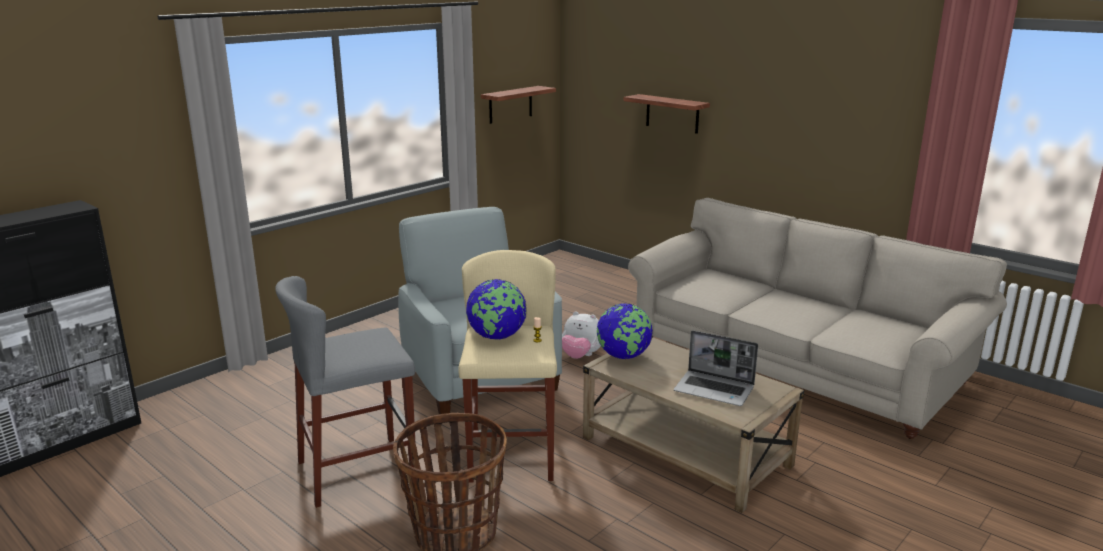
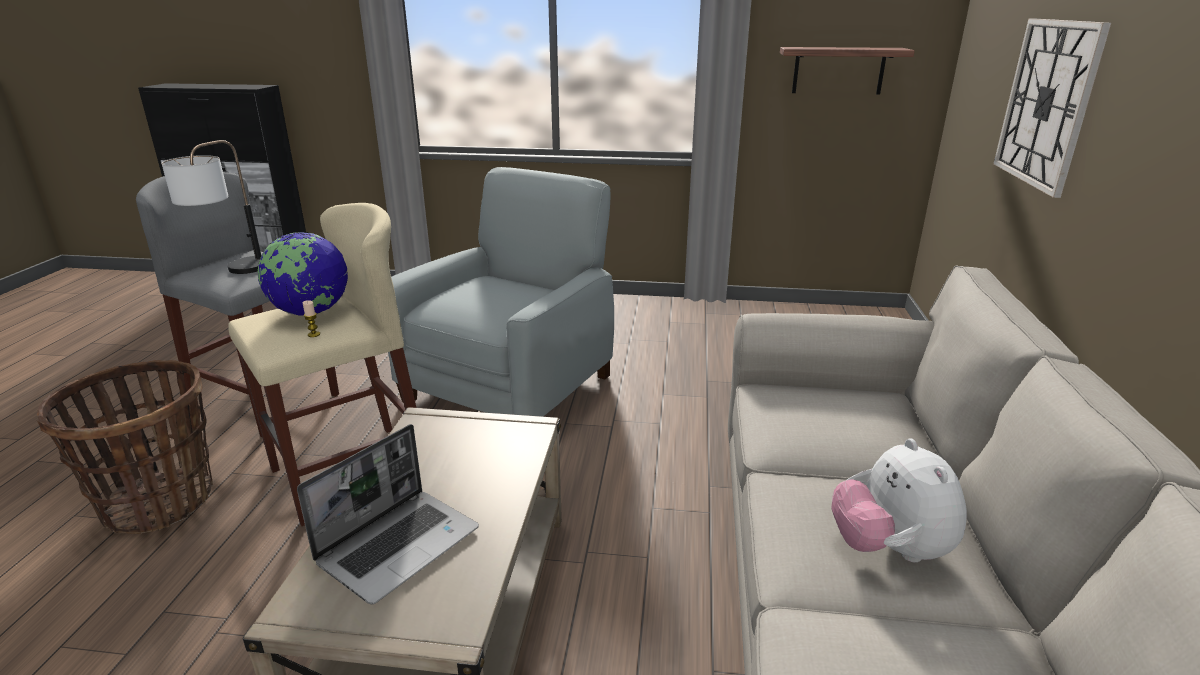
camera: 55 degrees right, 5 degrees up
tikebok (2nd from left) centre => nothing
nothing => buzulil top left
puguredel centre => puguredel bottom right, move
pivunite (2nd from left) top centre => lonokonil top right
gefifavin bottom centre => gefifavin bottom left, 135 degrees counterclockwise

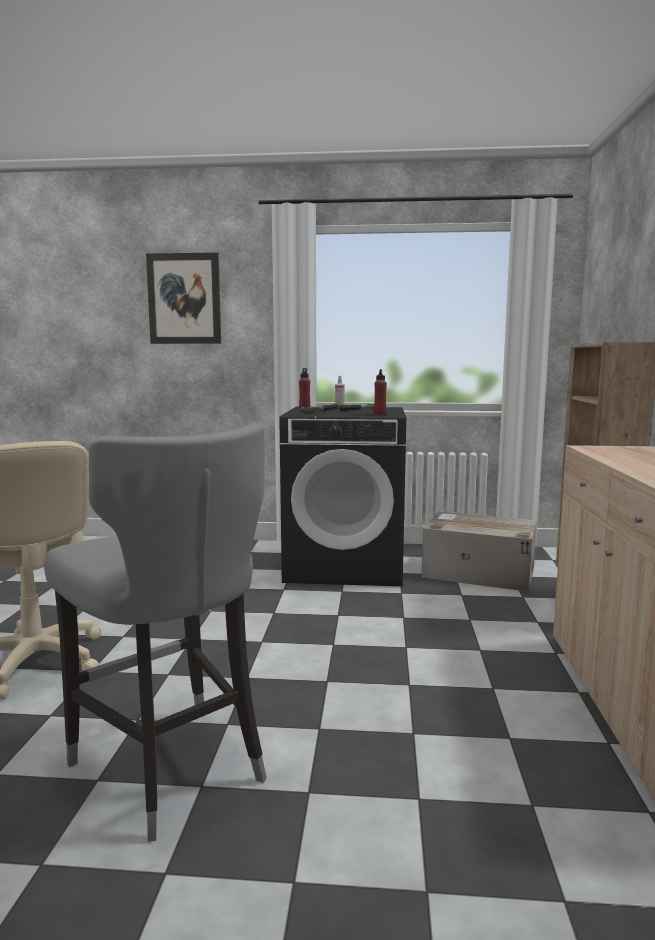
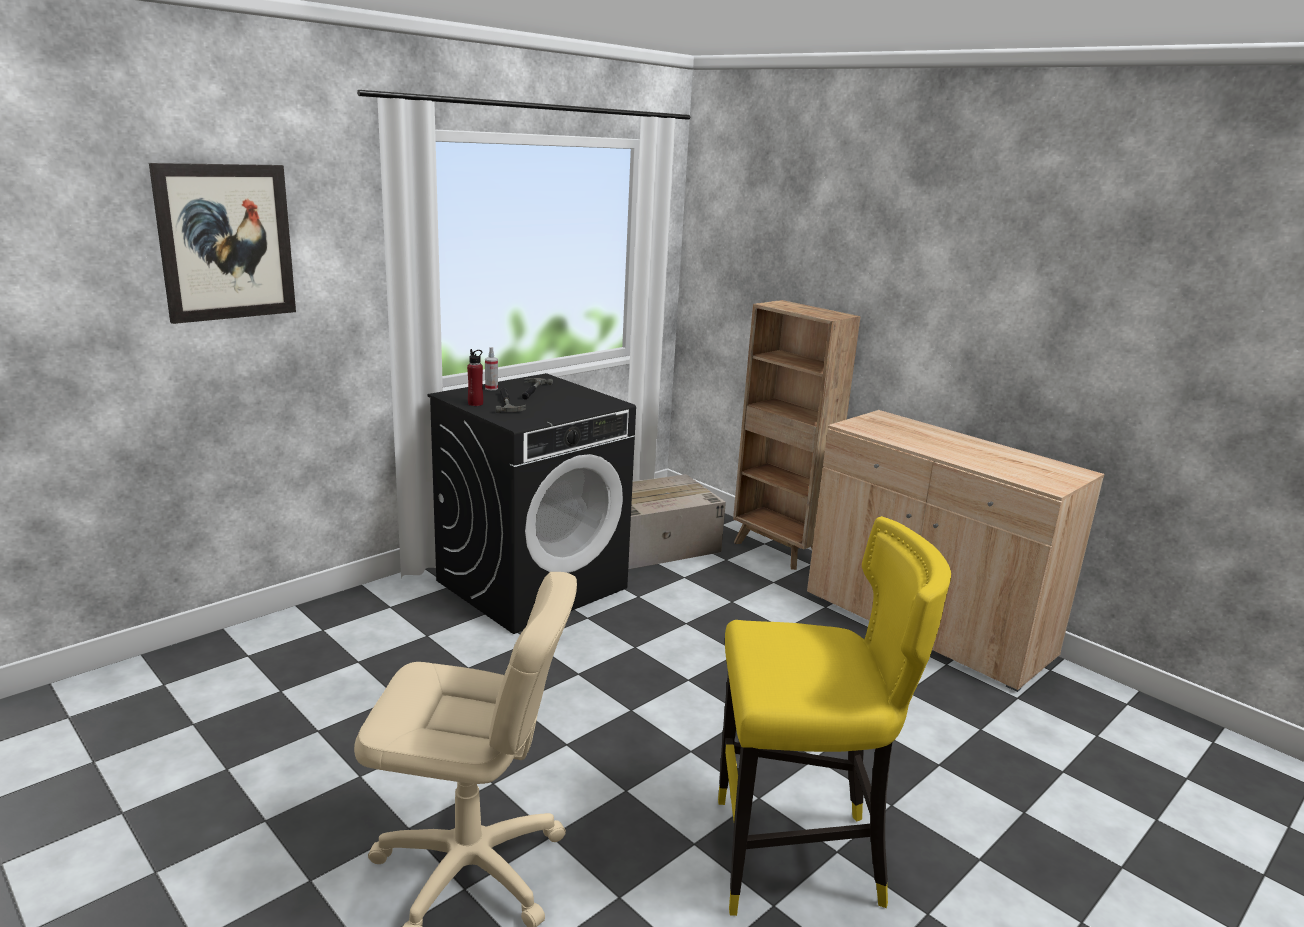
camera: 50 degrees left, 10 degrees up
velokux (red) (2nd from left) centre => nothing
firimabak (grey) bottom left => firimabak (yellow) bottom centre

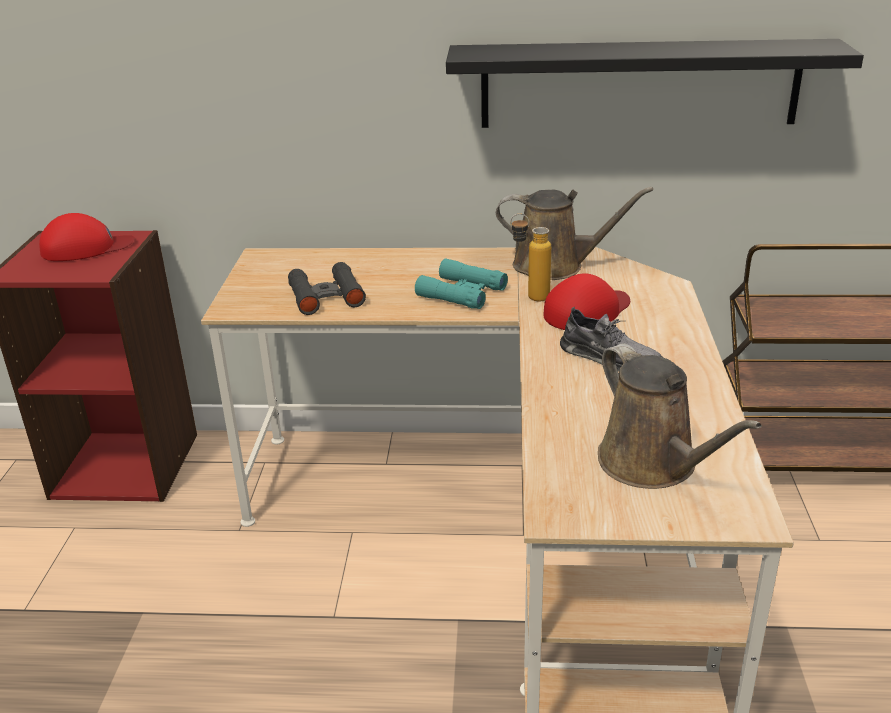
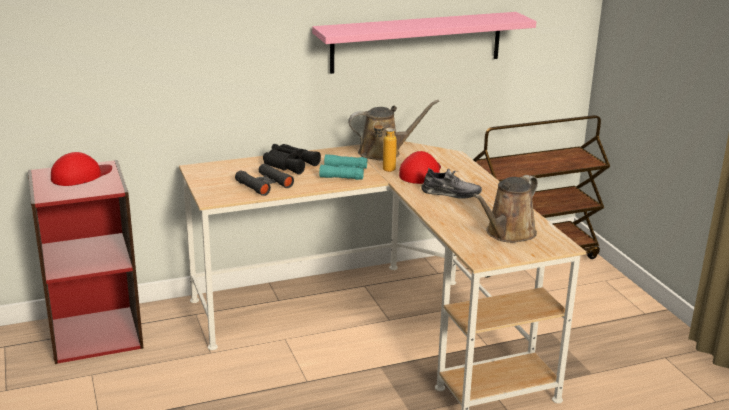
camera: 25 degrees left, 5 degrees down
nothing => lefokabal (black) (2nd from left) centre
pivunite (black) top right => pivunite (pink) top centre
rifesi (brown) (2nd from left) middle right, 90 degrees clockwise

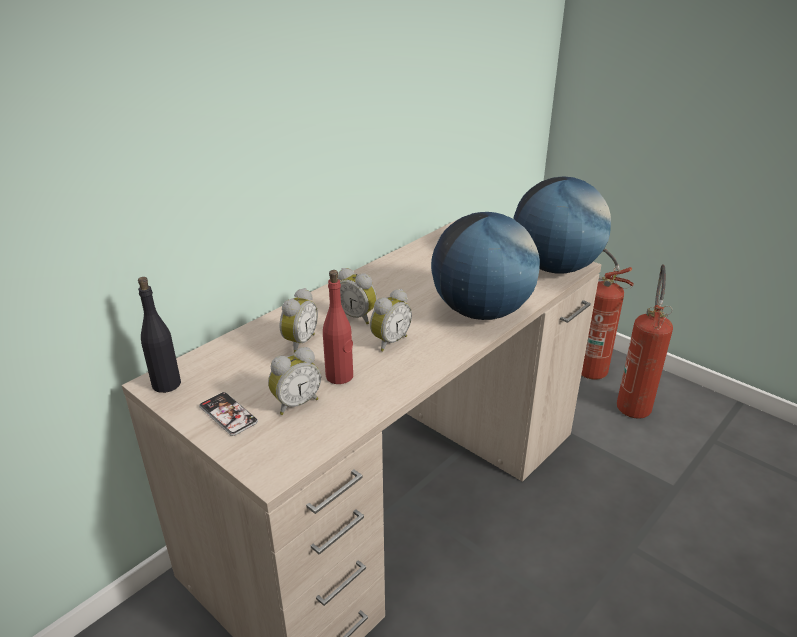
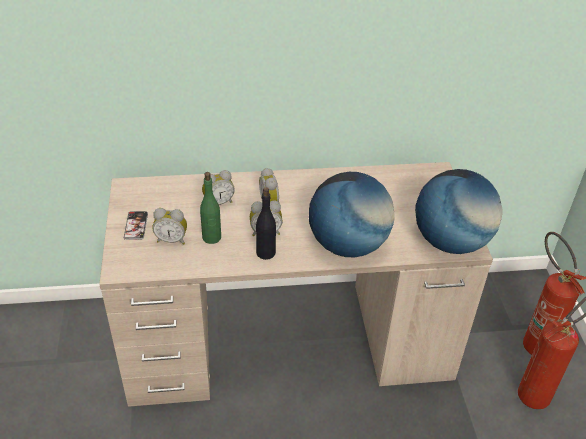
camera: 40 degrees right, 10 degrees up
velokux (black) middle left => velokux (black) centre, move
velokux (red) centre => velokux (green) centre

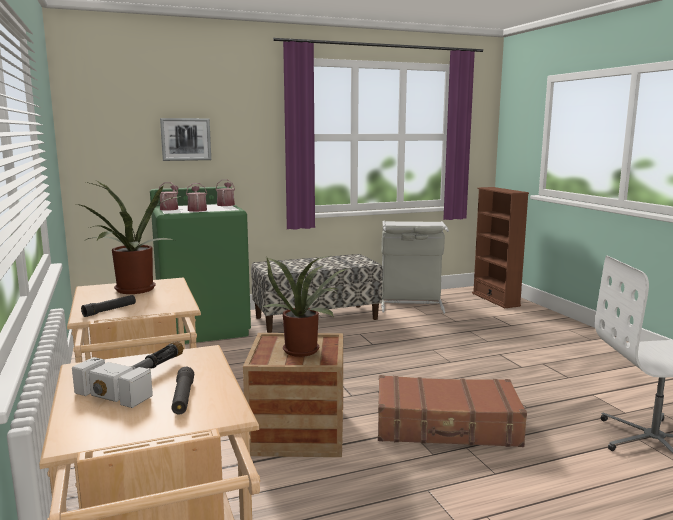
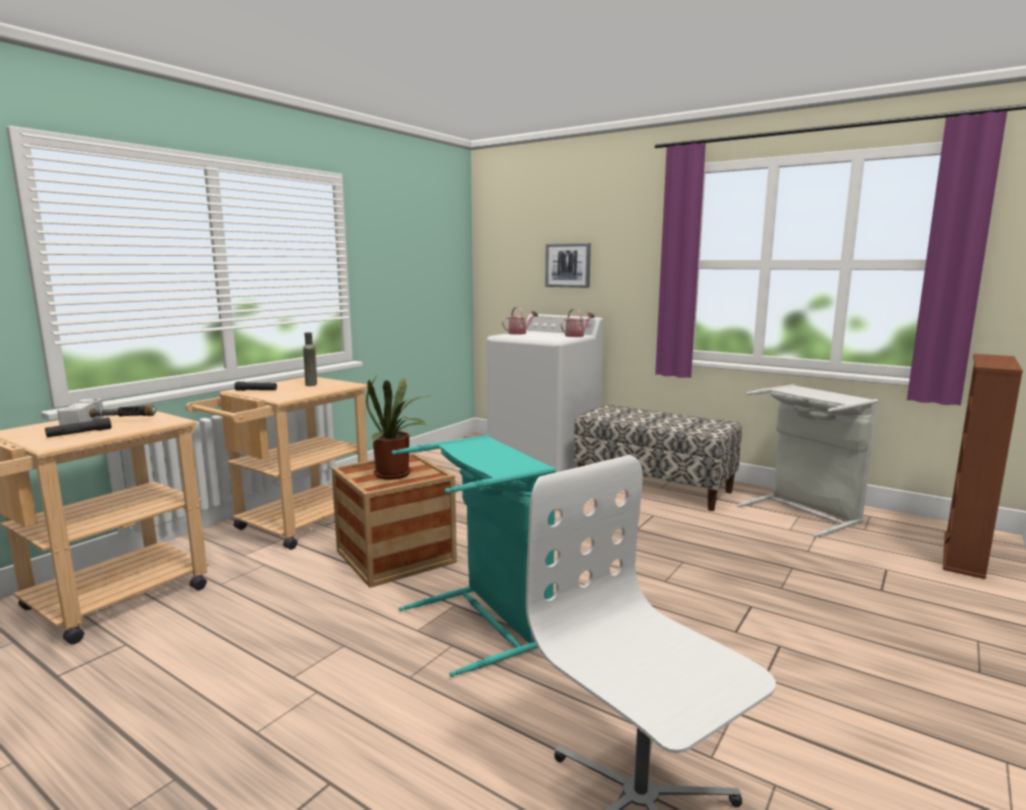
camera: 55 degrees right, 0 degrees up
rifesi (2nd from left) middle left => nothing
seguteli (1st from left) middle left => velokux (brown) middle left
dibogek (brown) bottom right => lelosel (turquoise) bottom centre
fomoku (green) middle left => fomoku (white) centre

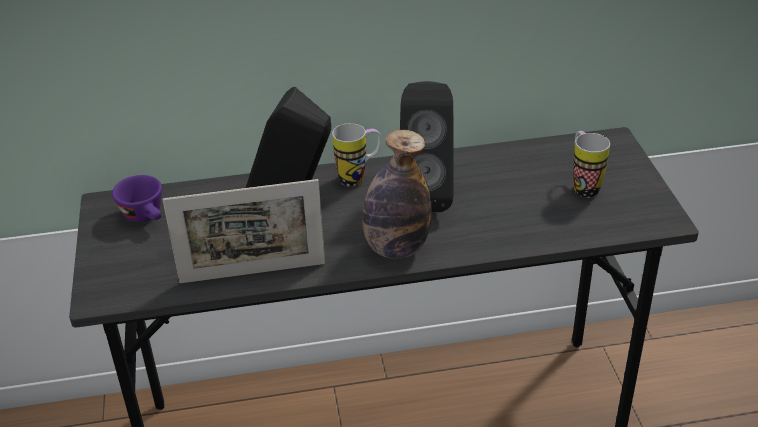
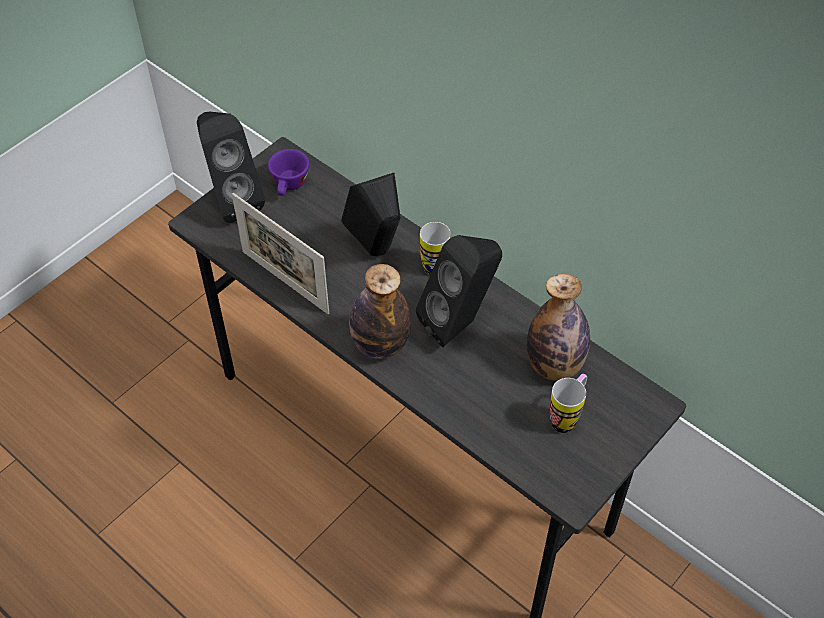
camera: 50 degrees right, 15 degrees up
nothing => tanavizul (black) (1st from left) top left
nothing => velokux (2nd from left) middle right

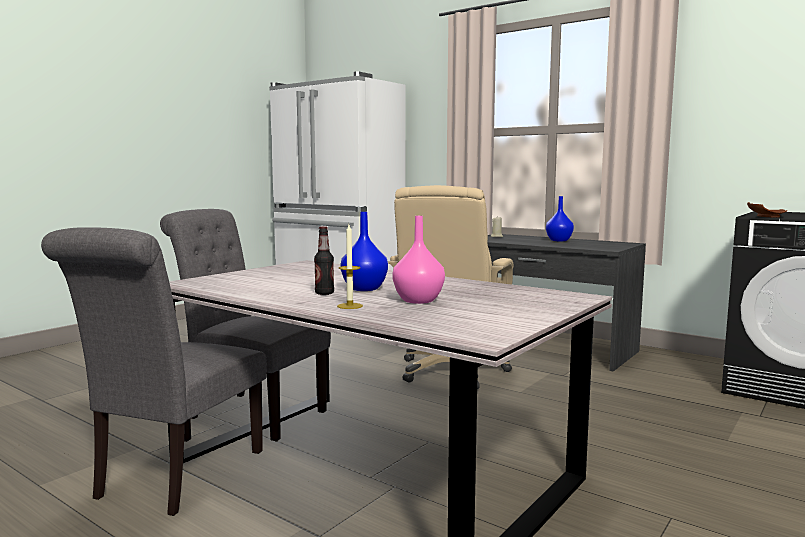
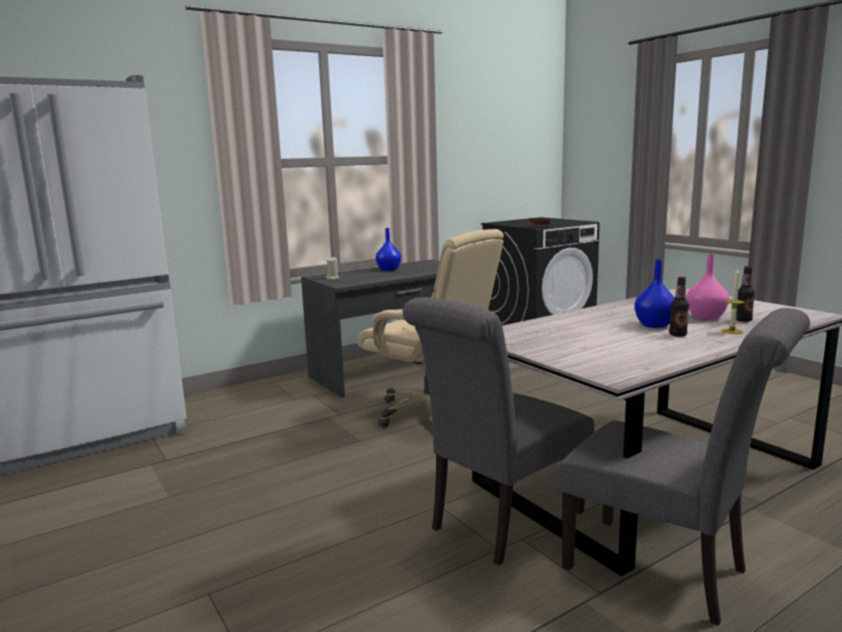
camera: 70 degrees left, 5 degrees up
nothing => velokux (2nd from left) middle right

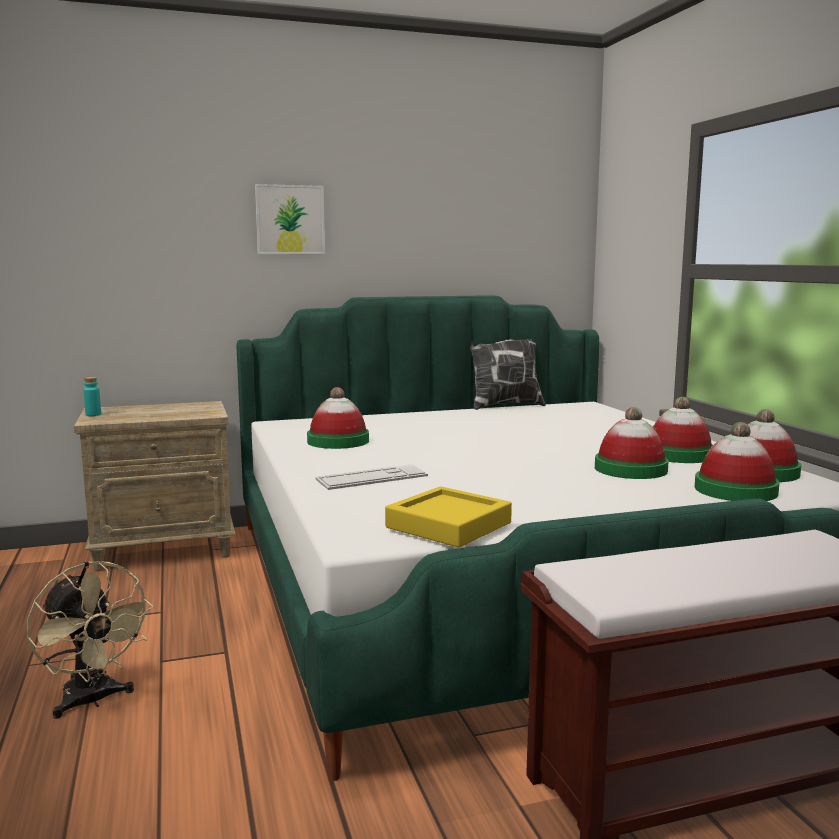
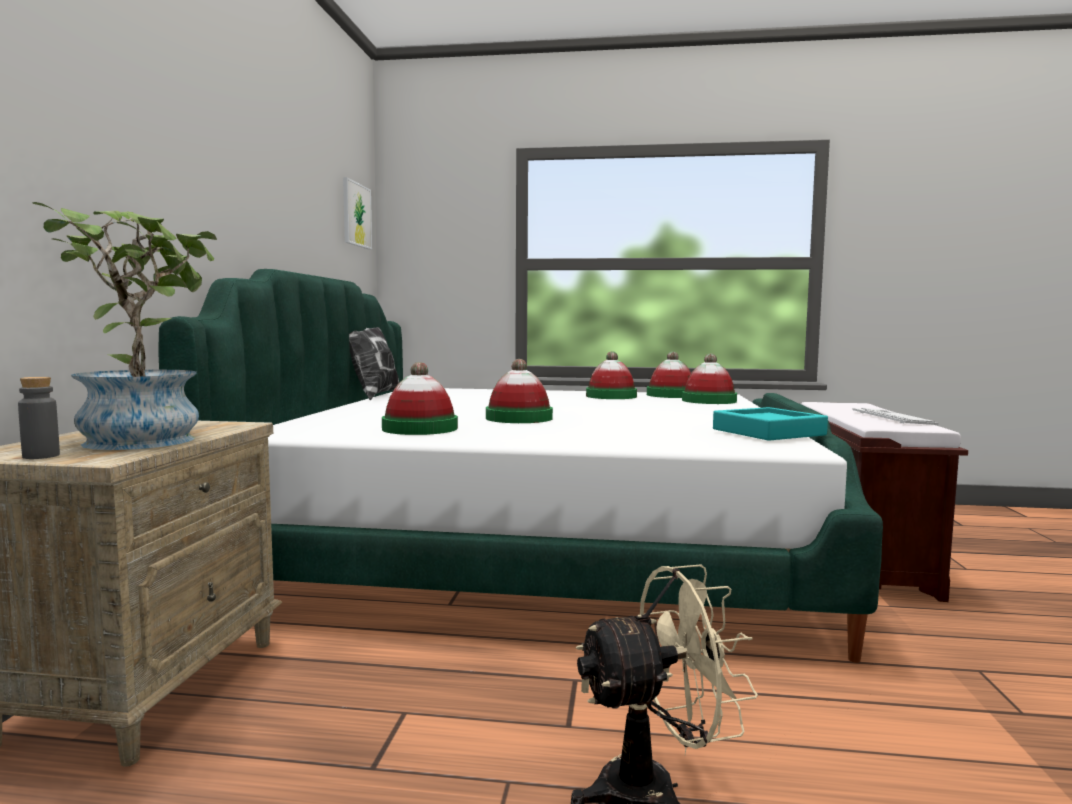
camera: 65 degrees left, 5 degrees down
nothing => seguteli middle left
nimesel top centre => nimesel top left, move
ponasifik centre => ponasifik middle right, move
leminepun (2nd from left) middle right => leminepun (2nd from left) centre, move
velokux (turquoise) middle left => velokux (grey) middle left
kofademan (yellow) centre => kofademan (turquoise) middle right

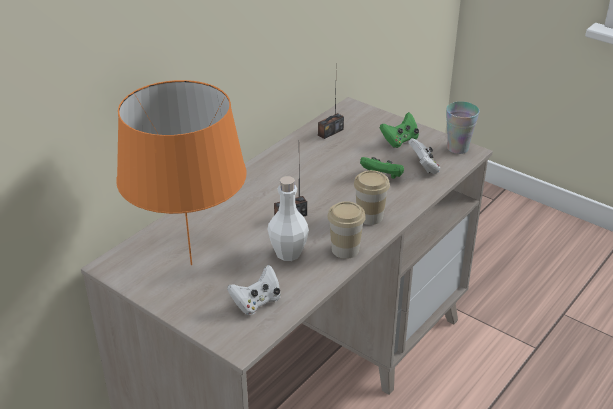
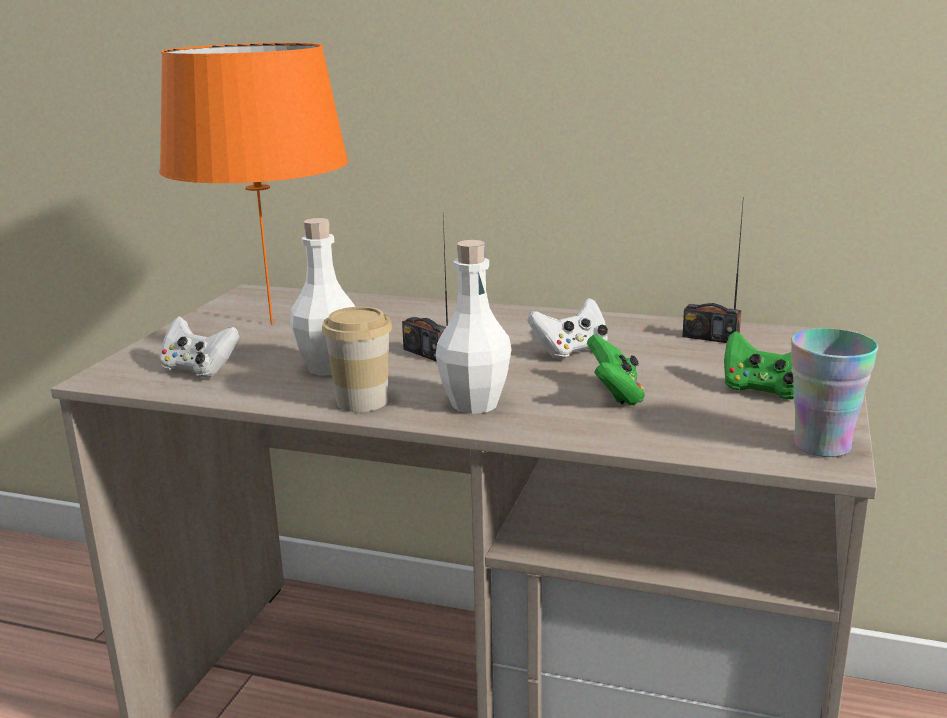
camera: 70 degrees right, 15 degrees down
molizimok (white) (2nd from left) middle right => molizimok (white) (2nd from left) centre, move
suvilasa (2nd from left) centre => velokux (white) (2nd from left) centre

